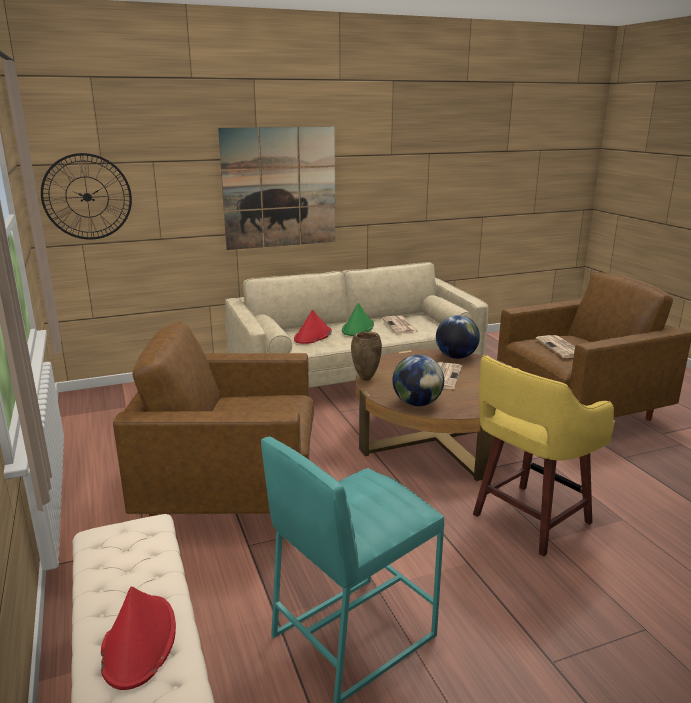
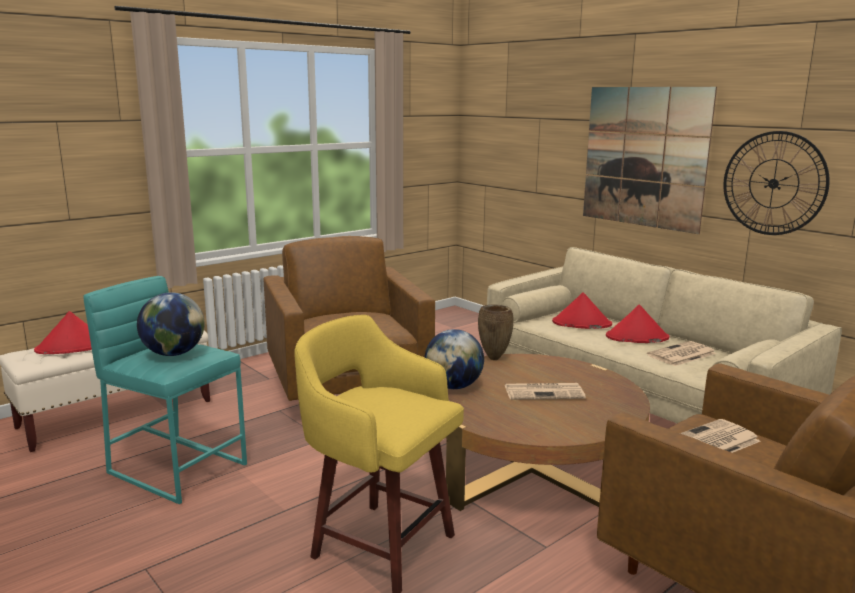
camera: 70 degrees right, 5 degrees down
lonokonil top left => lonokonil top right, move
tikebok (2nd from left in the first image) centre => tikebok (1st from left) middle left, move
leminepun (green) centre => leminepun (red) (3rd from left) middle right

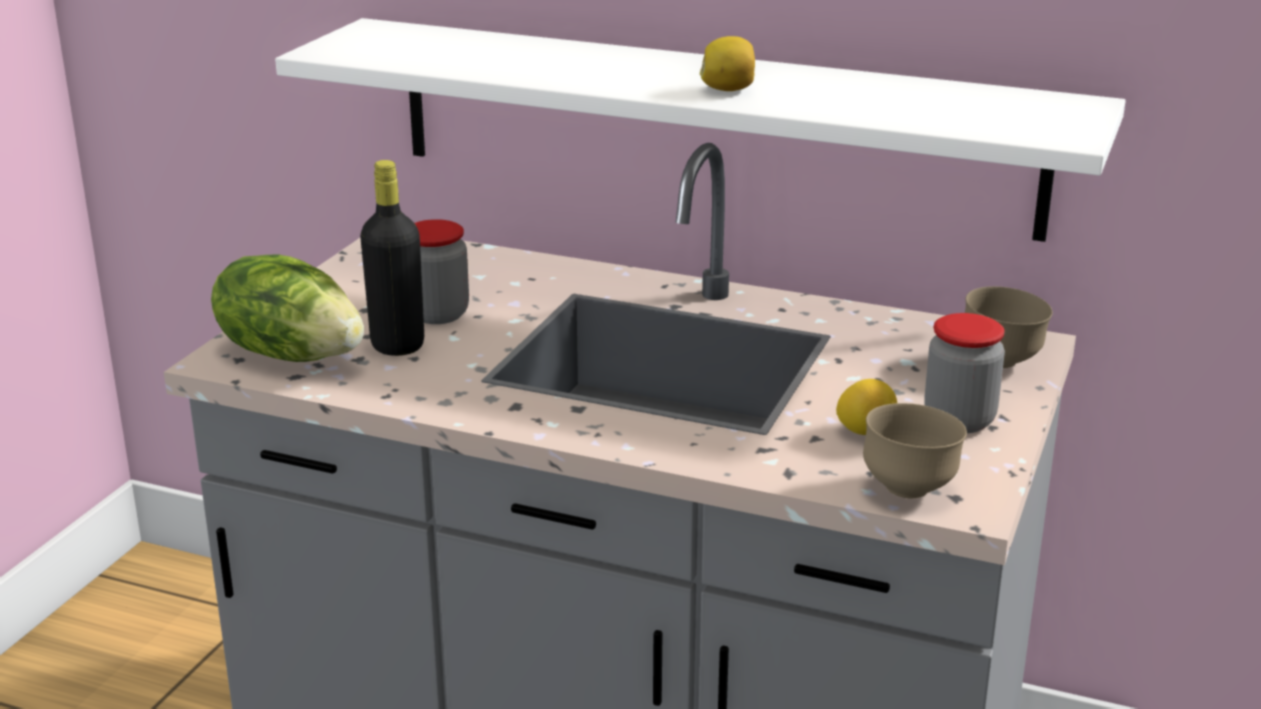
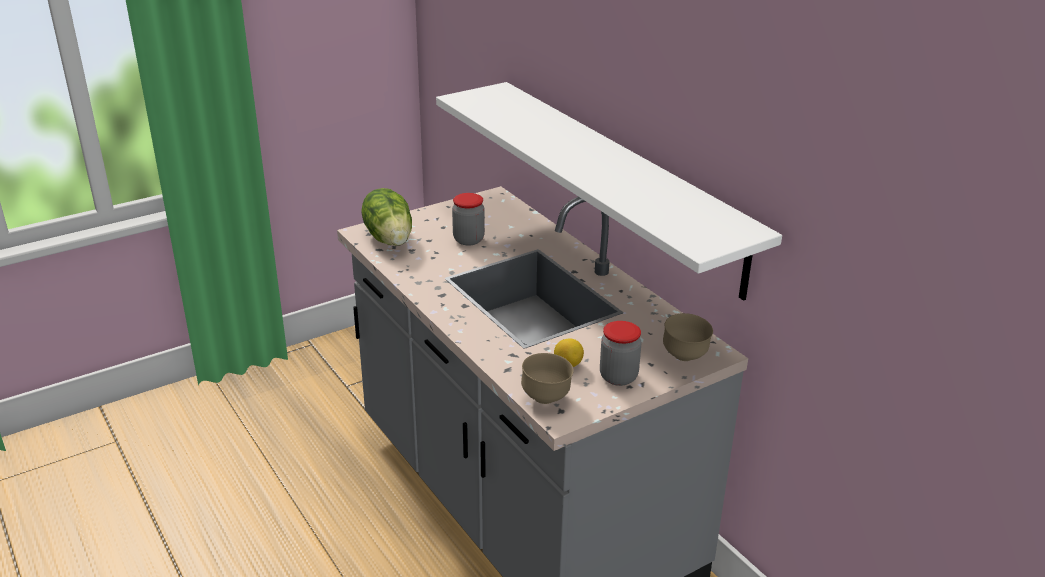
camera: 35 degrees right, 5 degrees up
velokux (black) middle left => nothing
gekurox (1st from left) top centre => nothing

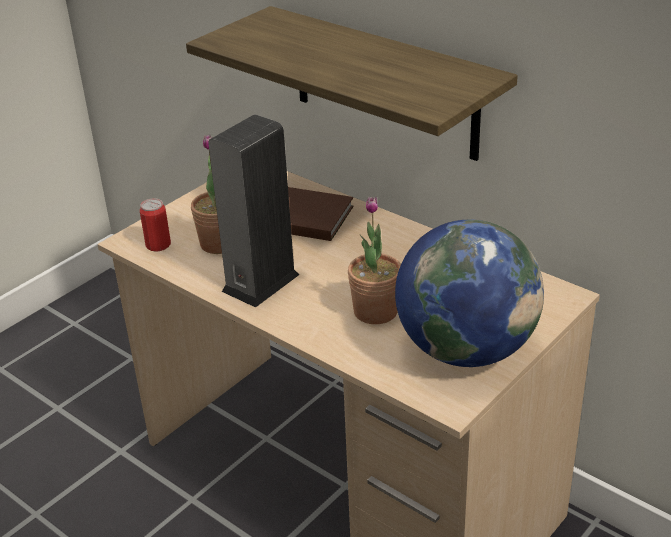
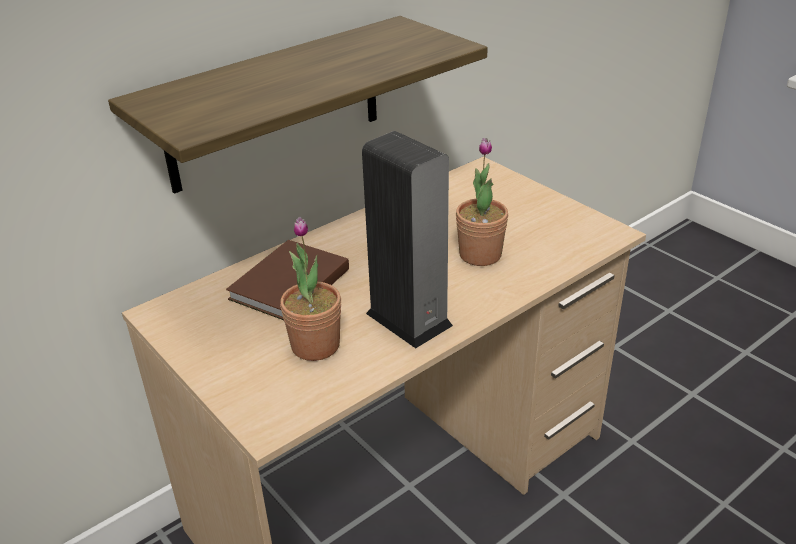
camera: 80 degrees left, 0 degrees up
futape middle left => nothing
tikebok middle right => nothing

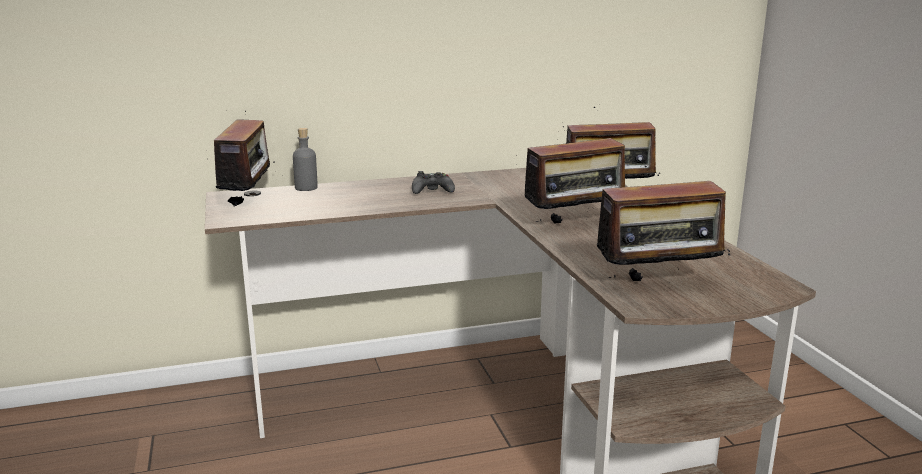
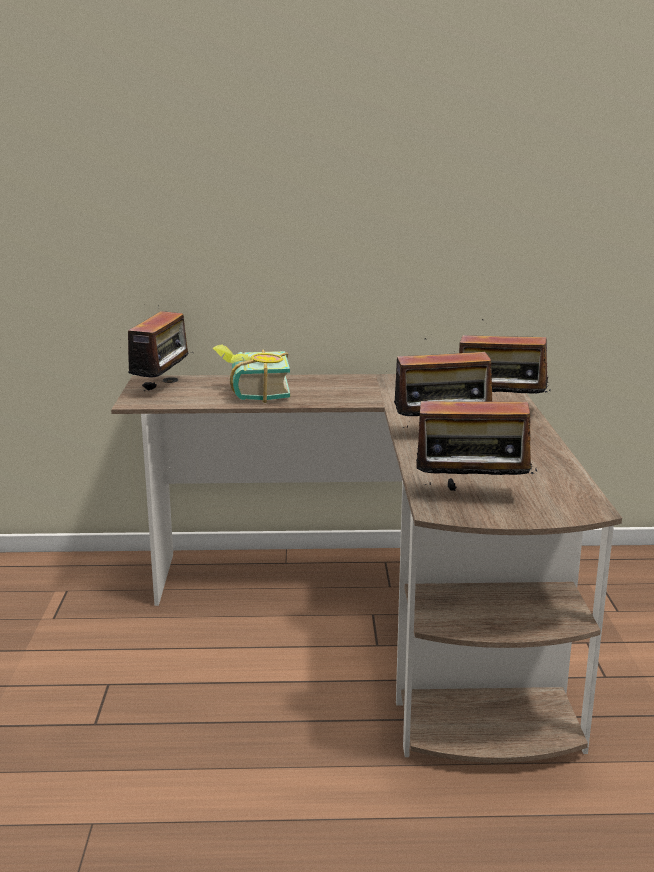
camera: 15 degrees right, 0 degrees up
velokux (grey) middle left => nothing
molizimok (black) centre => nothing
nothing => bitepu centre

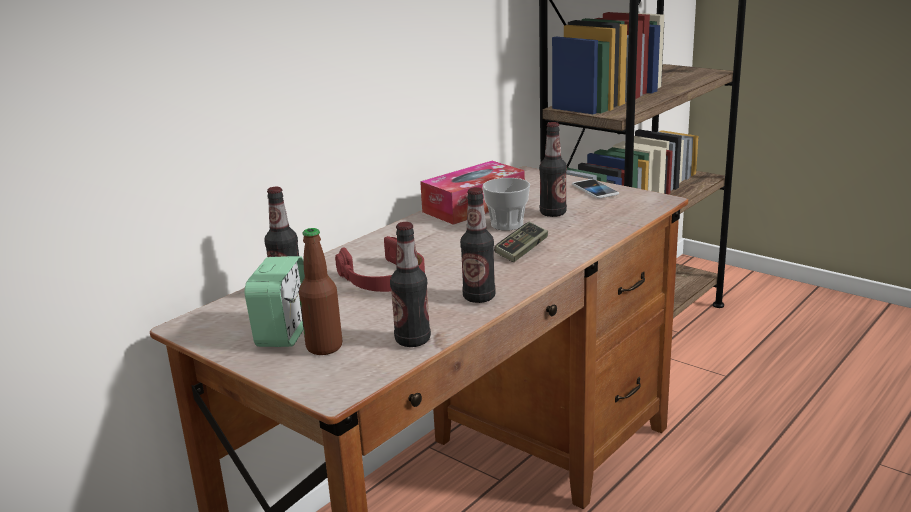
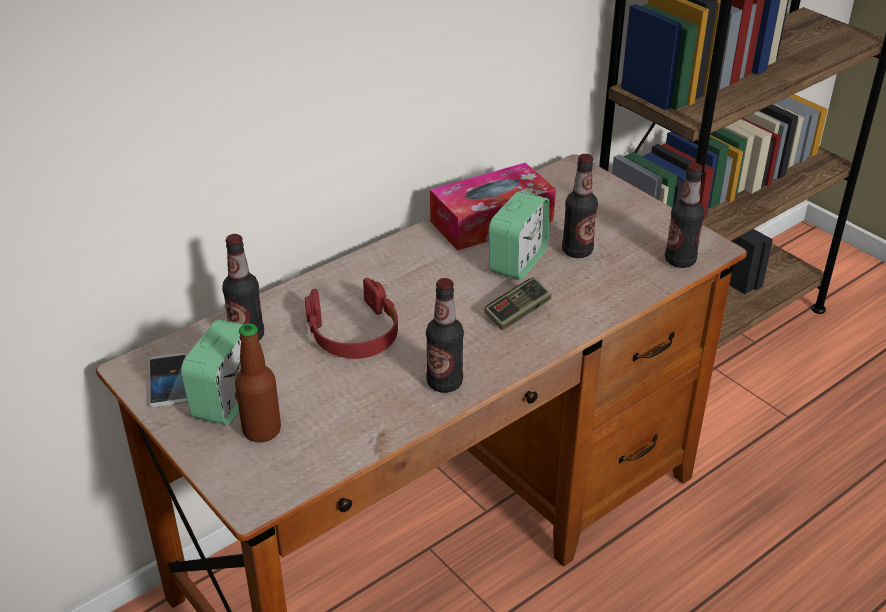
camera: 10 degrees right, 15 degrees up
velokux (3rd from left in the first image) centre => velokux (5th from left) middle right, move
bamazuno centre => bamazuno middle left, move
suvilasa centre => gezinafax (2nd from left) centre

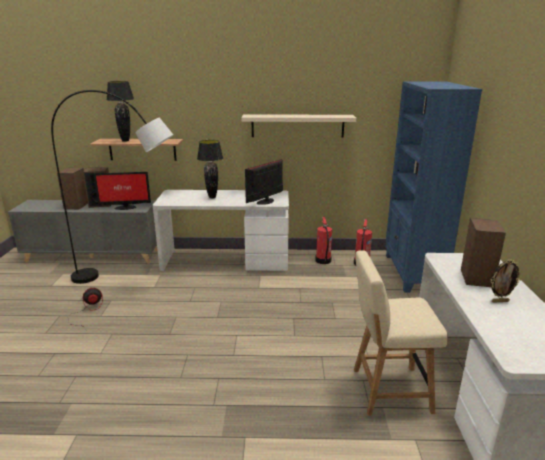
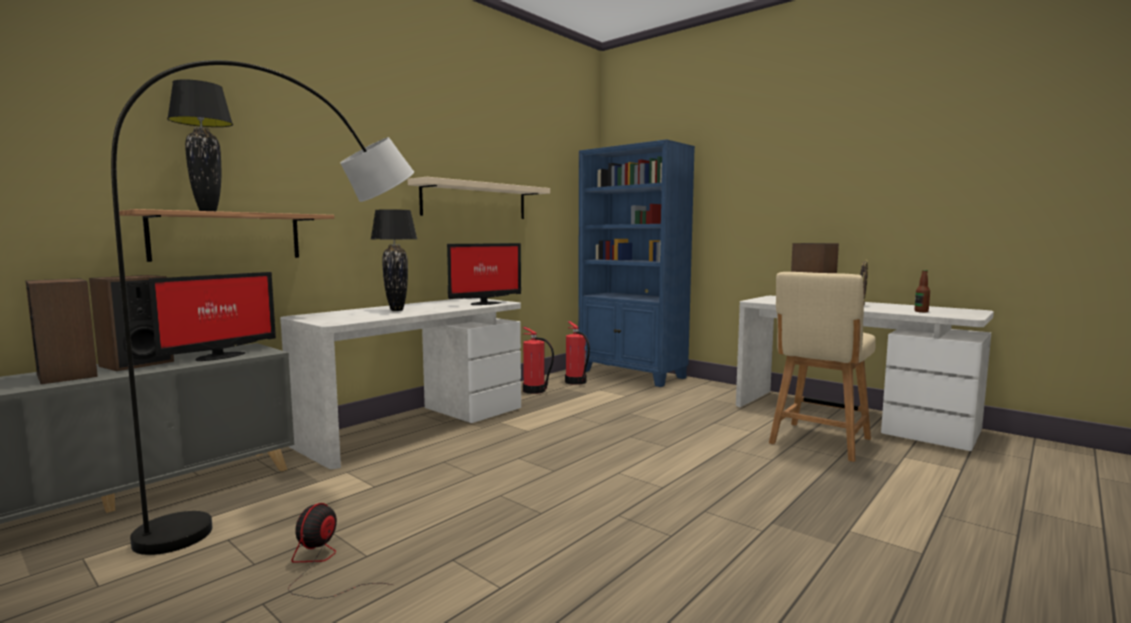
camera: 50 degrees left, 15 degrees down
nothing => velokux middle right
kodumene (2nd from left) centre, 120 degrees counterclockwise

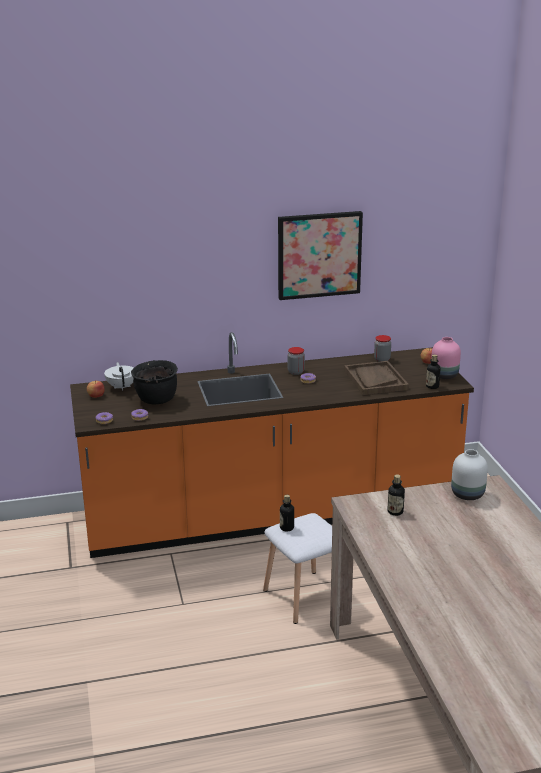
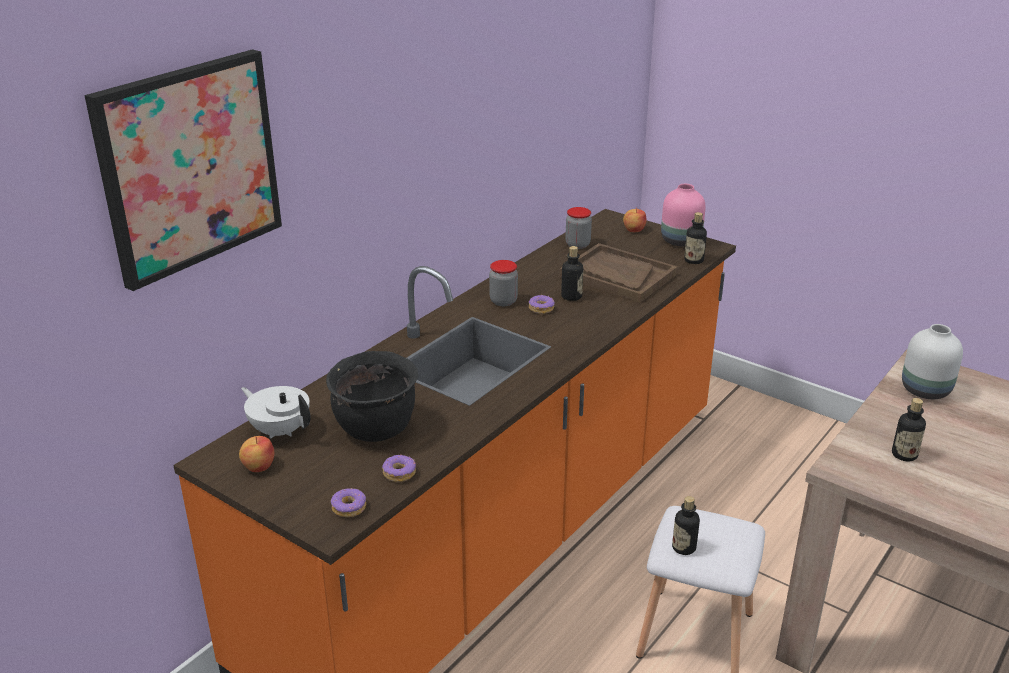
camera: 40 degrees left, 5 degrees up
nothing => velokux (1st from left) centre
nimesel top centre => nimesel top left, move

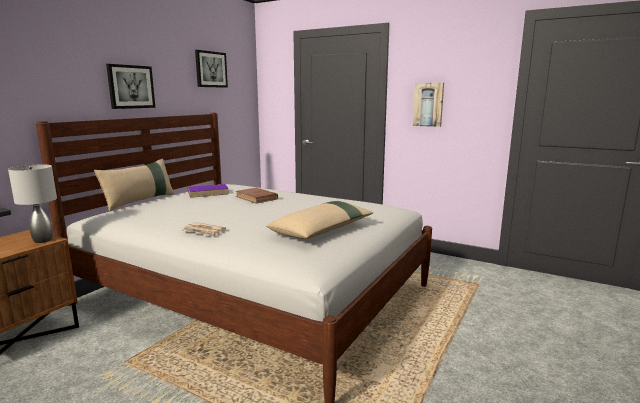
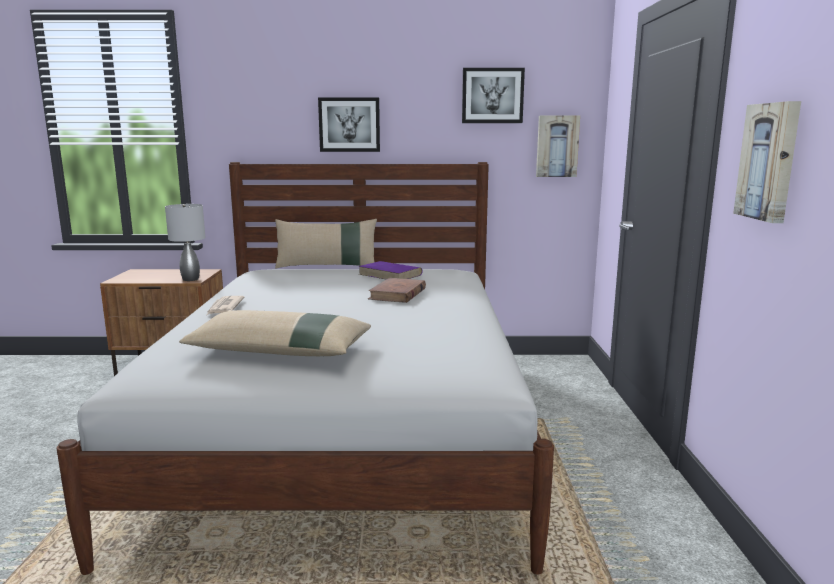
camera: 60 degrees right, 0 degrees up
nothing => nimesel (3rd from left) top right

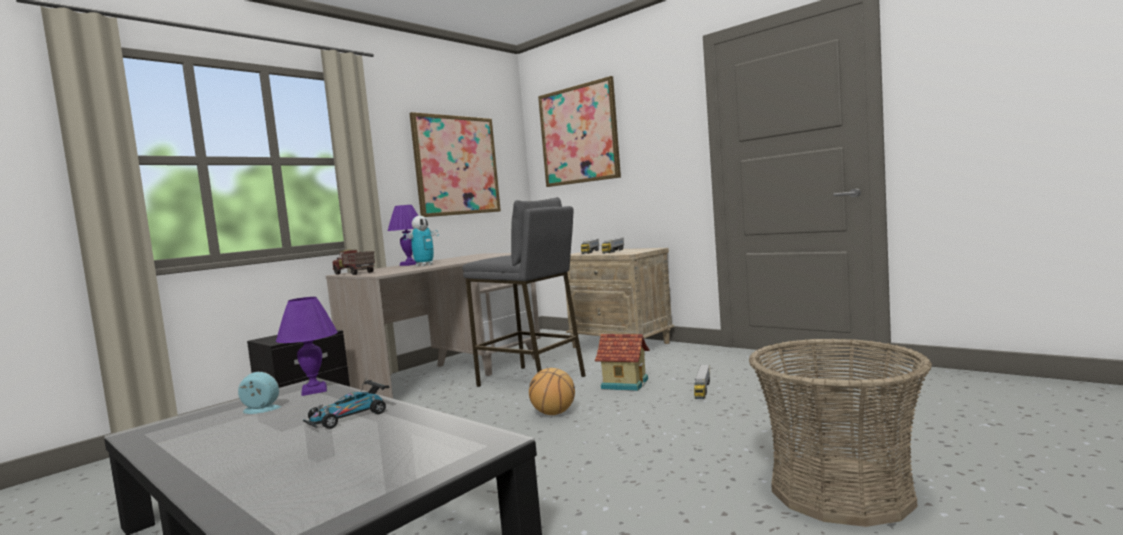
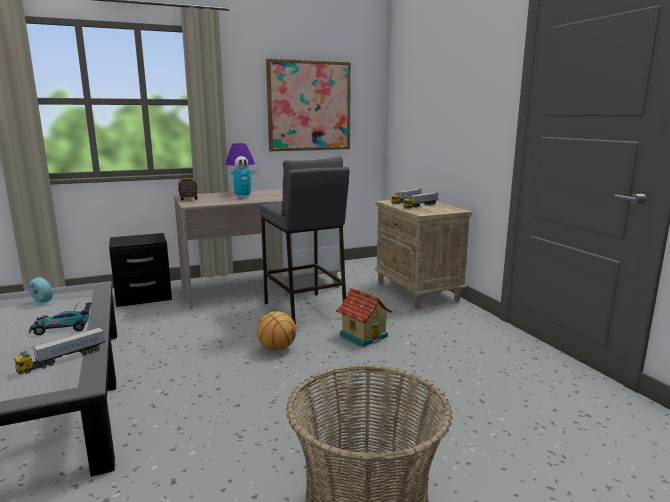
camera: 25 degrees right, 10 degrees up
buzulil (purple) (1st from left) middle left => nothing
nimesel (2nd from left) top centre => nothing
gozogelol (4th from left in the first image) bottom centre => gozogelol (1st from left) bottom left, move

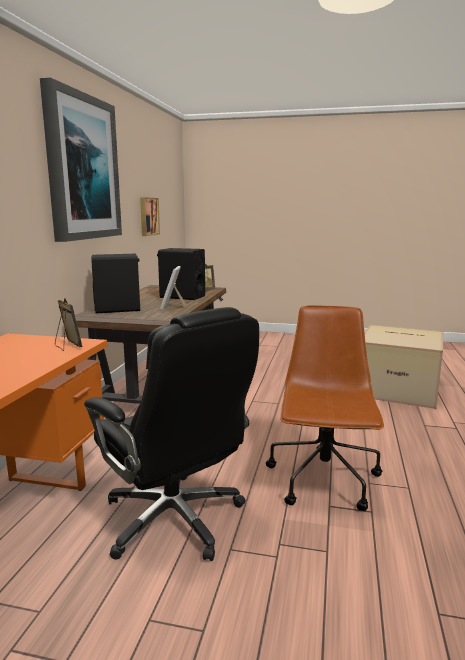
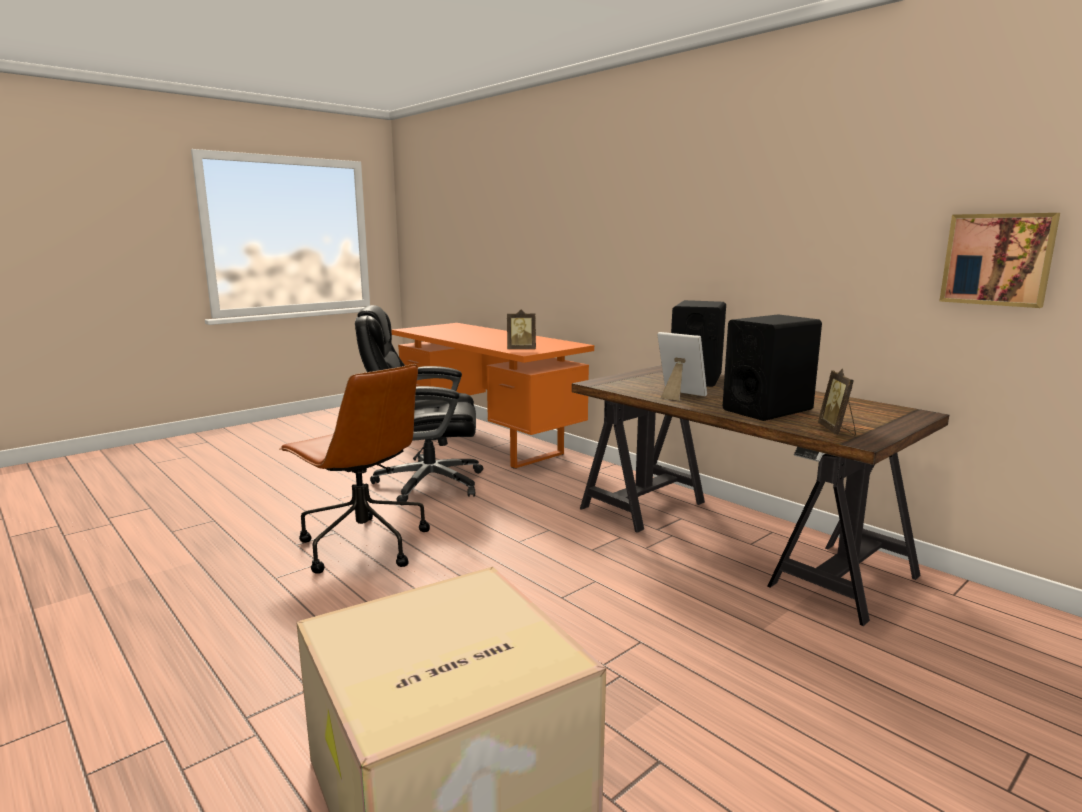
camera: 125 degrees right, 0 degrees up
nimesel (1st from left) top left => nothing

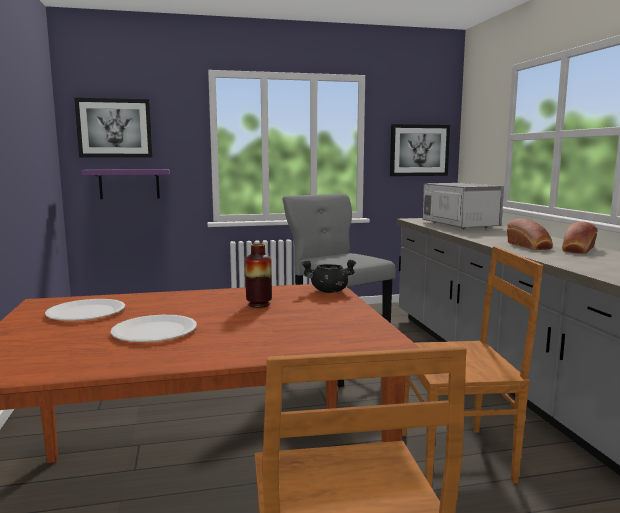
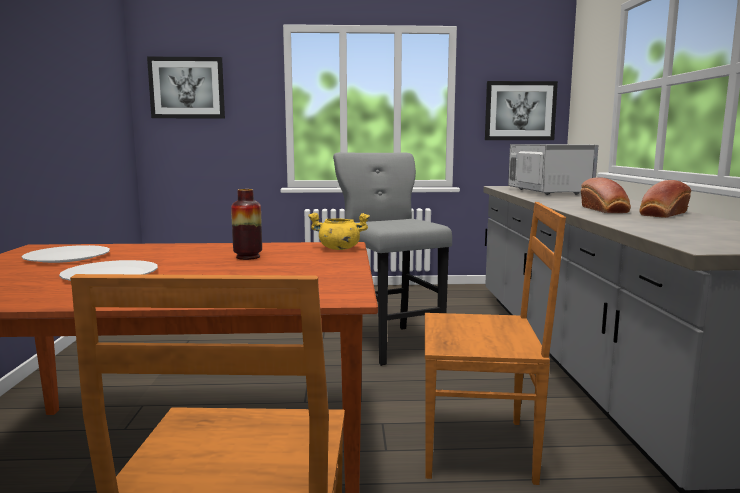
camera: 10 degrees right, 0 degrees up
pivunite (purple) middle left => nothing
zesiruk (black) centre => zesiruk (yellow) centre

